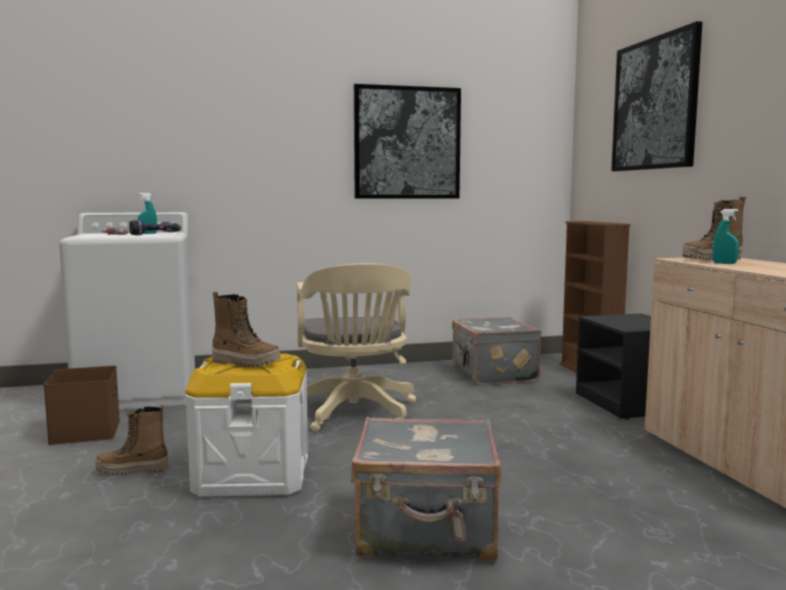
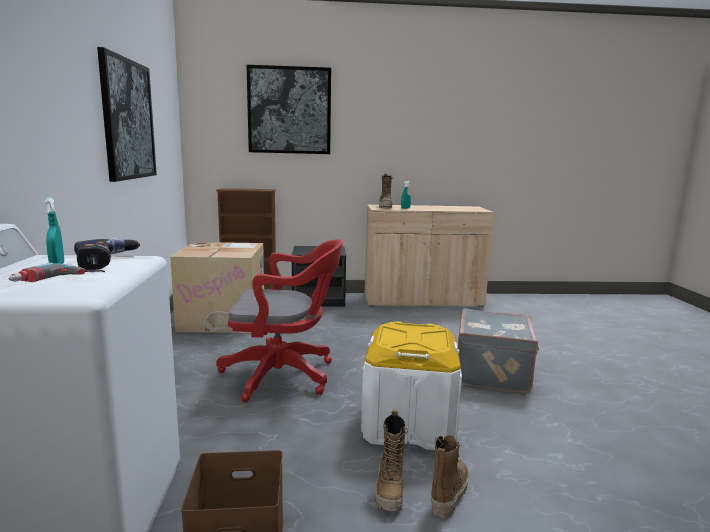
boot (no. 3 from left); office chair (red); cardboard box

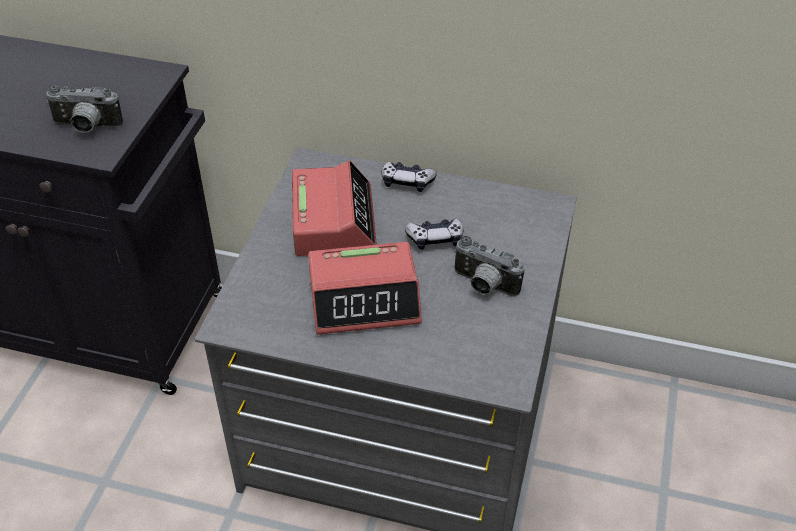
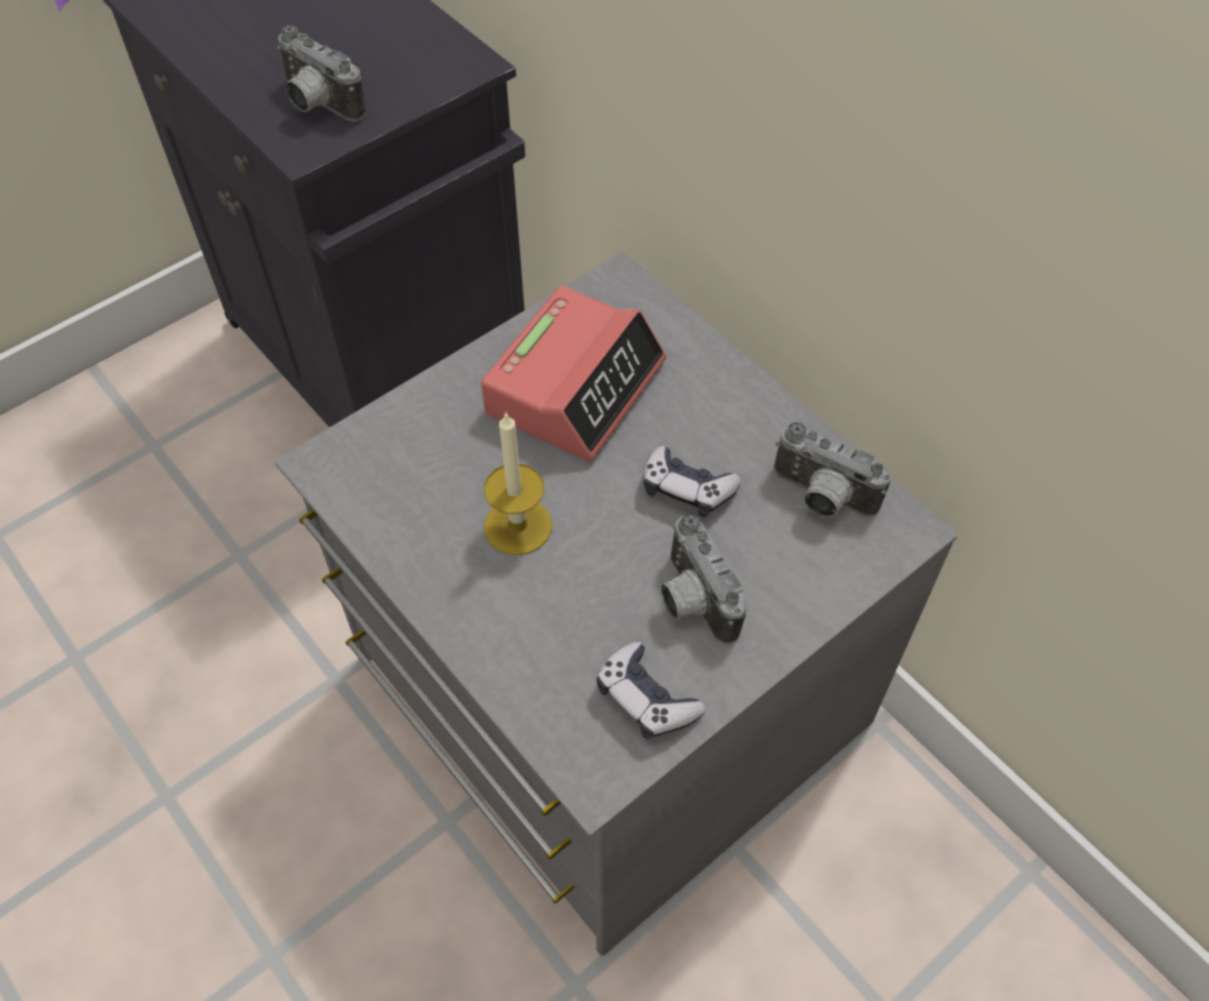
candle; game controller (no. 1 from left); photo camera (no. 3 from left)

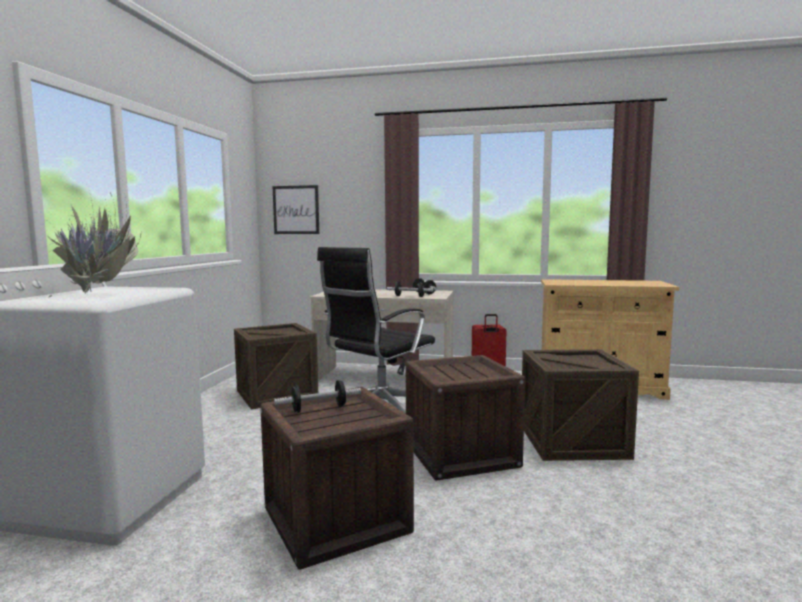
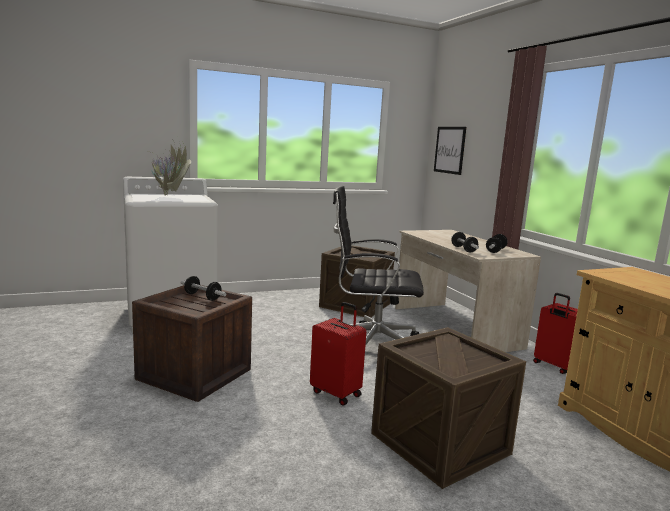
suitcase (red) (no. 1 from left)

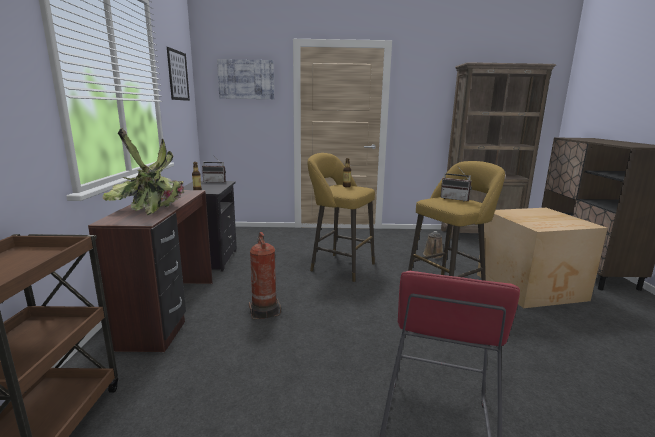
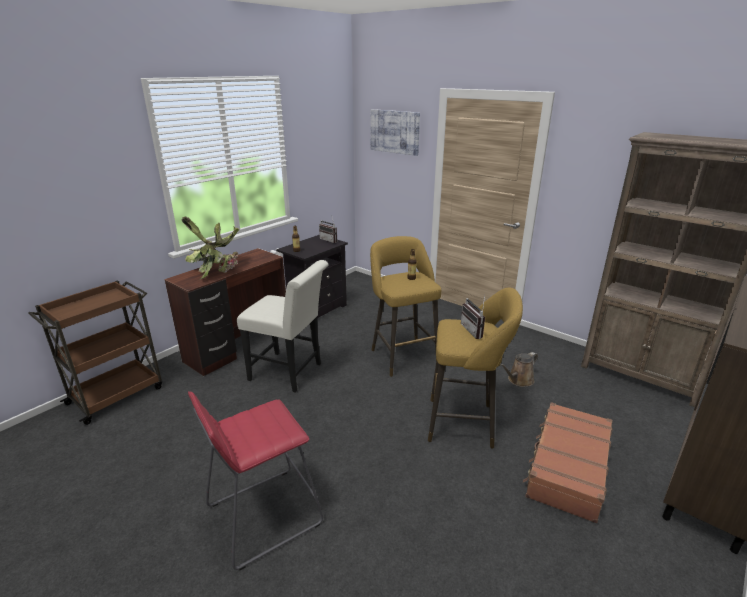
picture (no. 1 from left in the first image); chair (white); suitcase (brown)

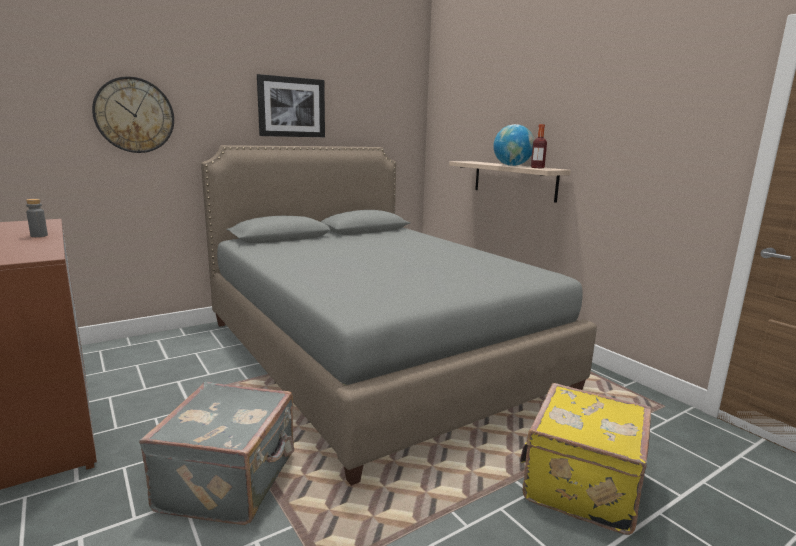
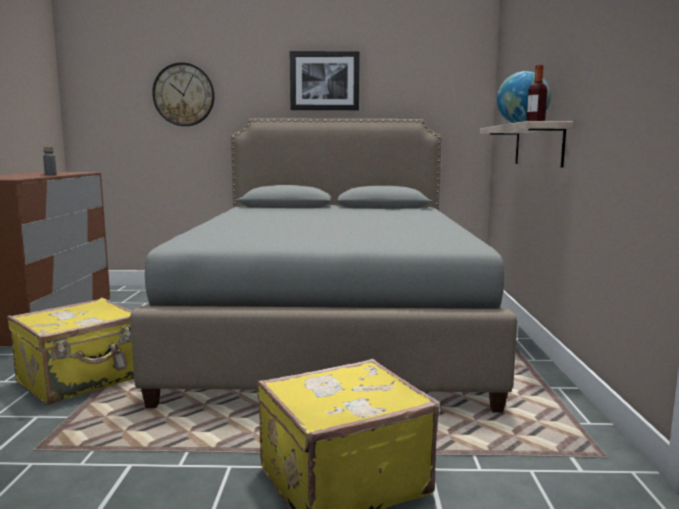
suitcase (yellow) (no. 1 from left)

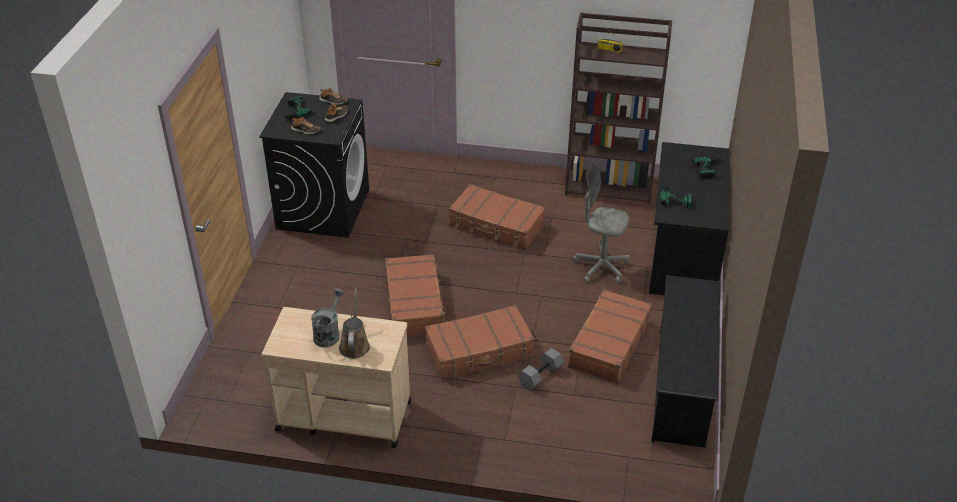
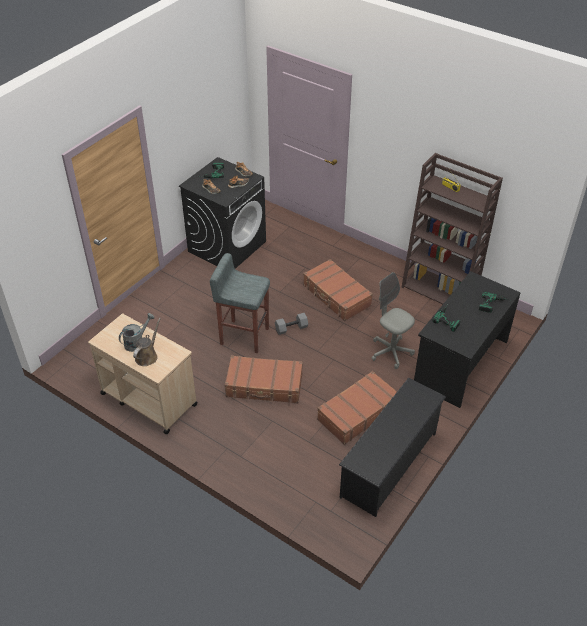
stool (grey); dumbbell (grey)

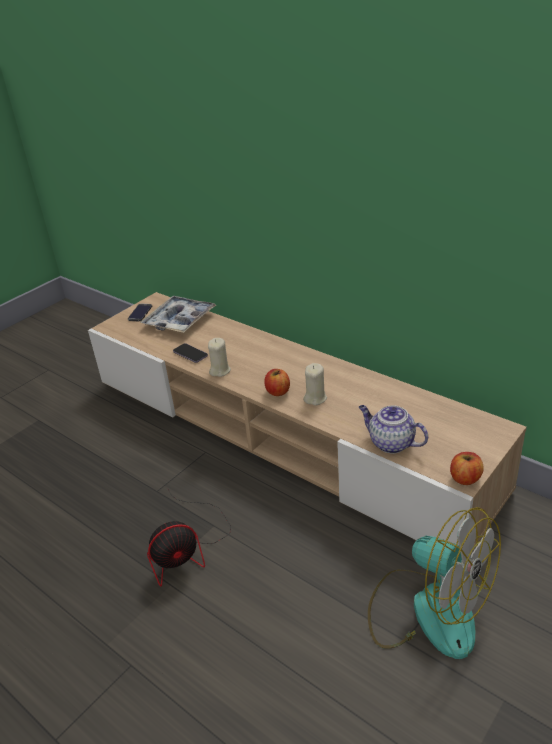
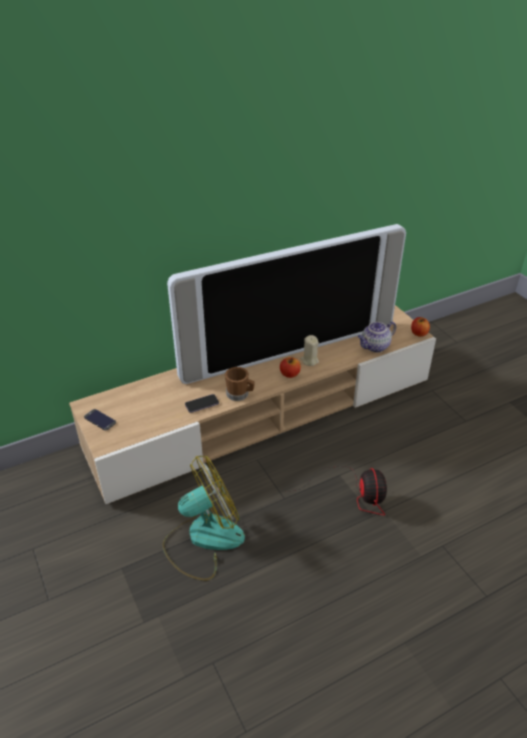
tray; mug (brown); fan (no. 1 from left); television

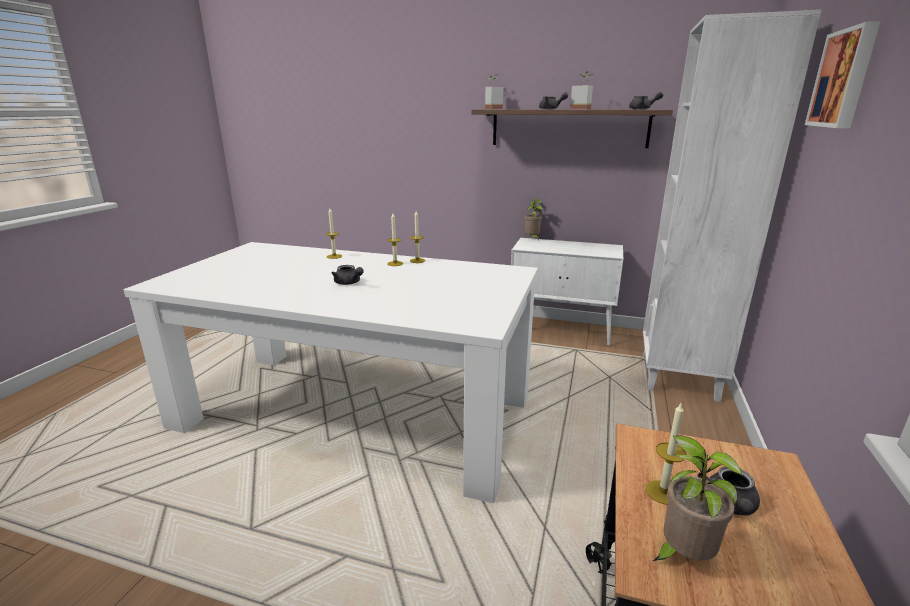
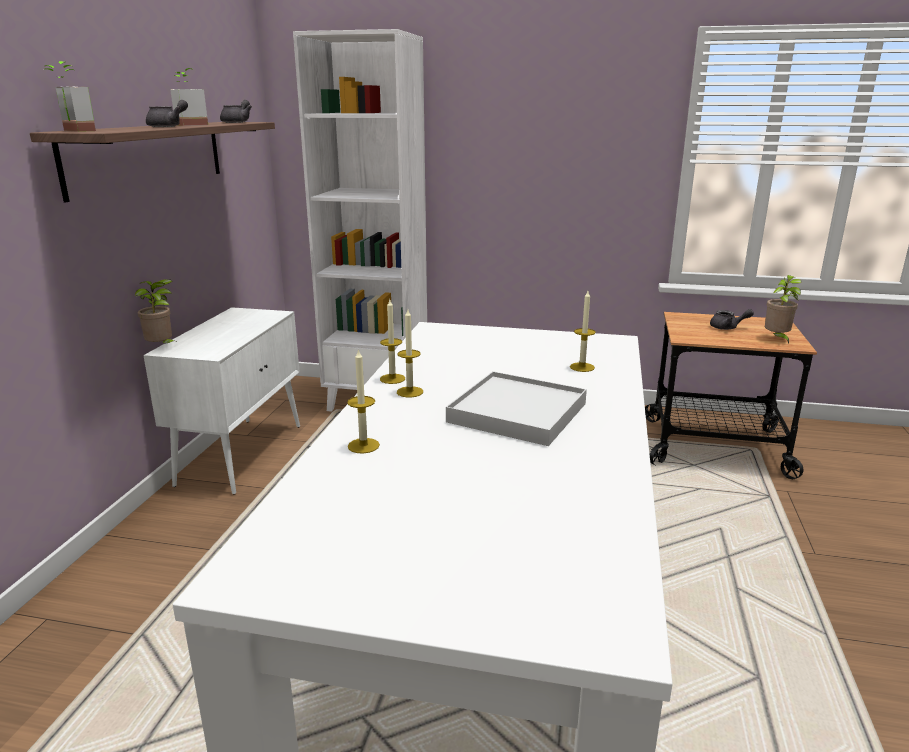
tray (white); candle (no. 4 from left); picture

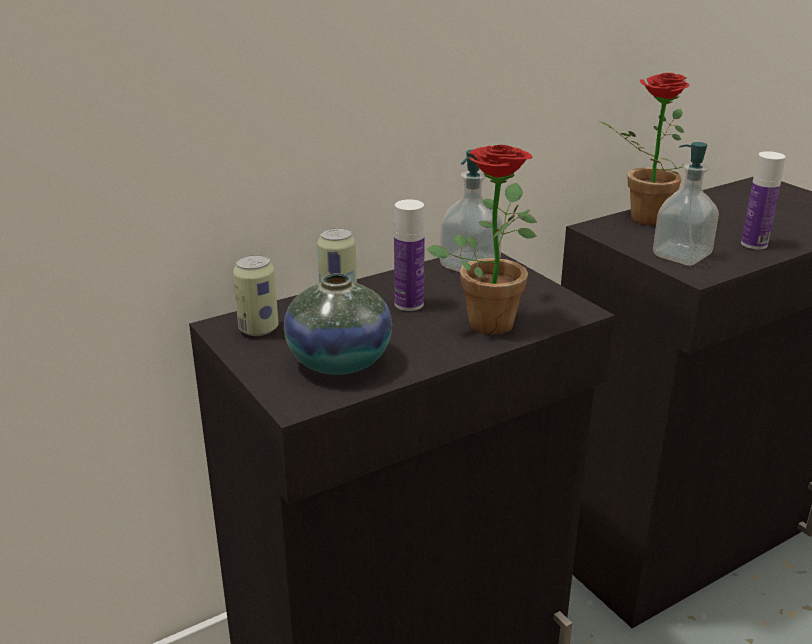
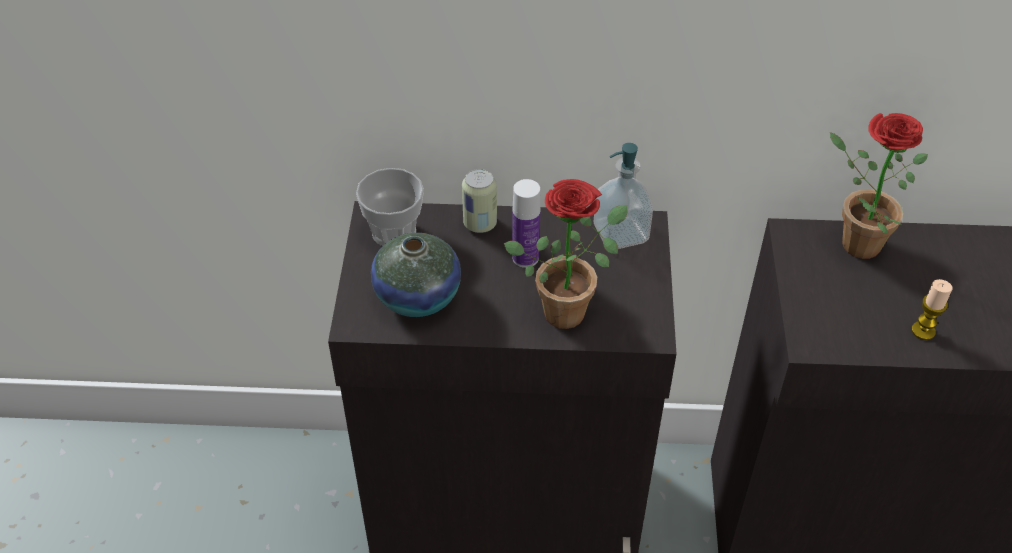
cup; soap dispenser (no. 2 from left in the first image); candle

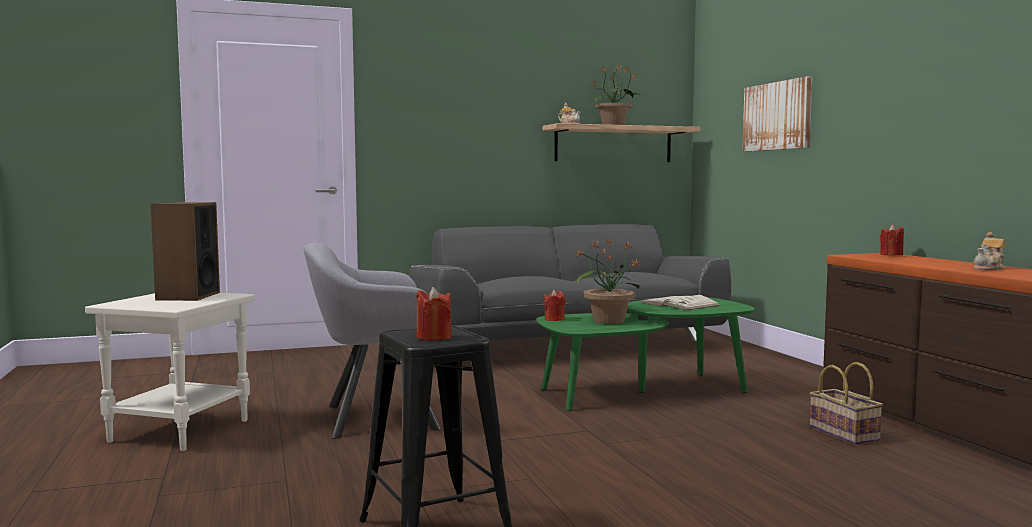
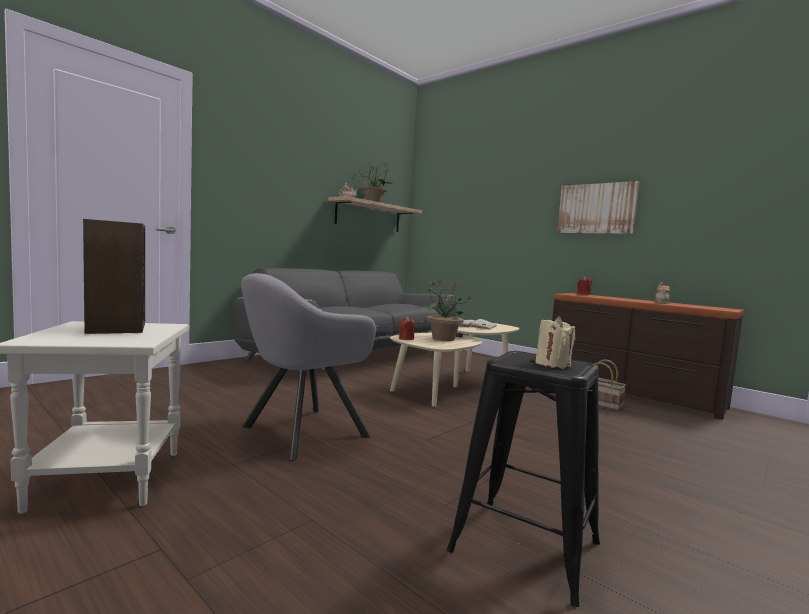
candle (beige); coffee table (beige); picture

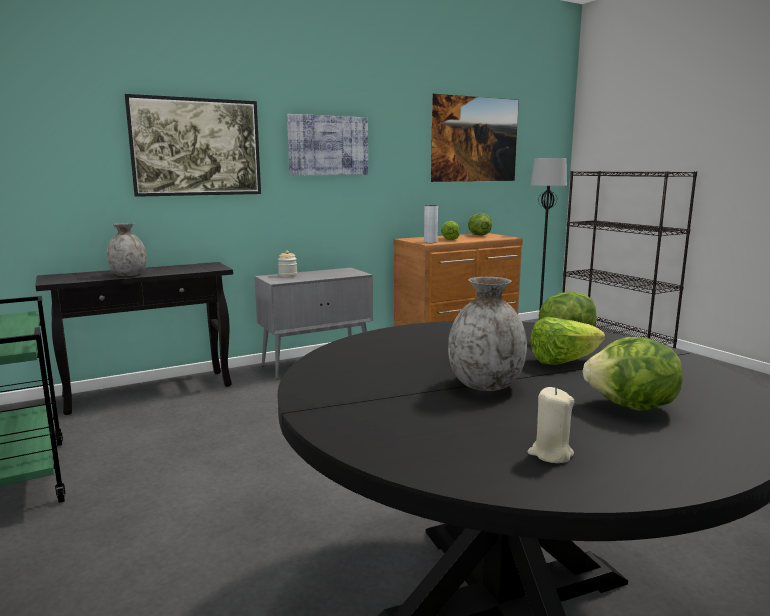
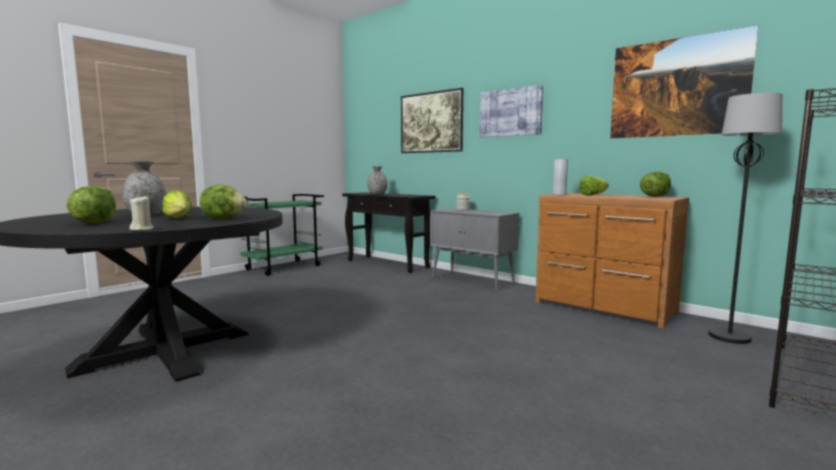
candle (beige)

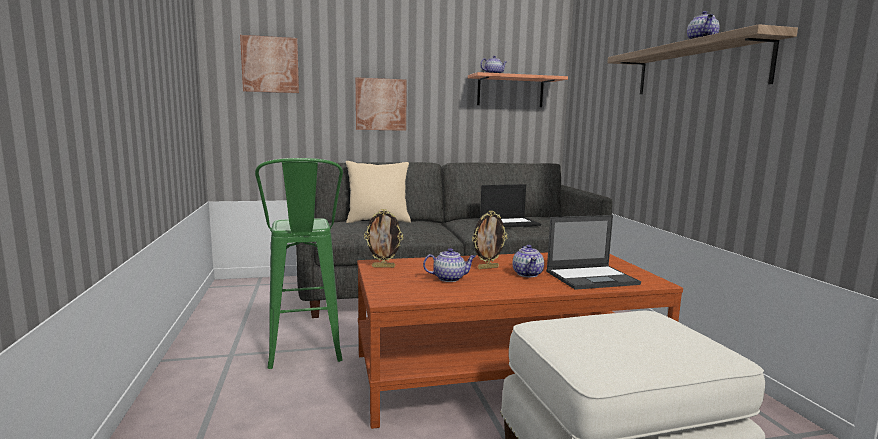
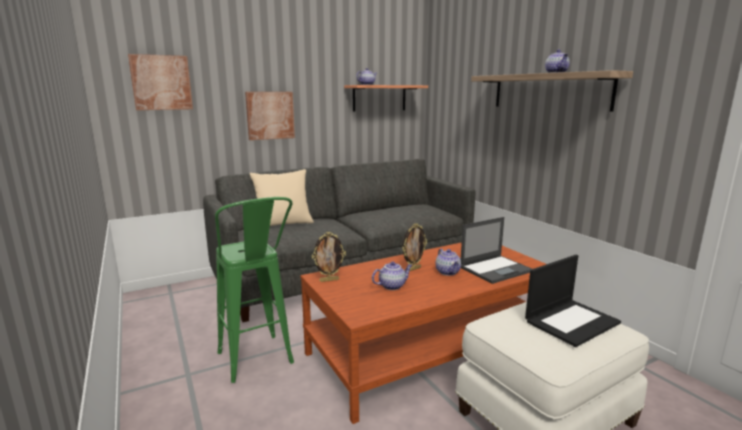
laptop (no. 2 from left)

